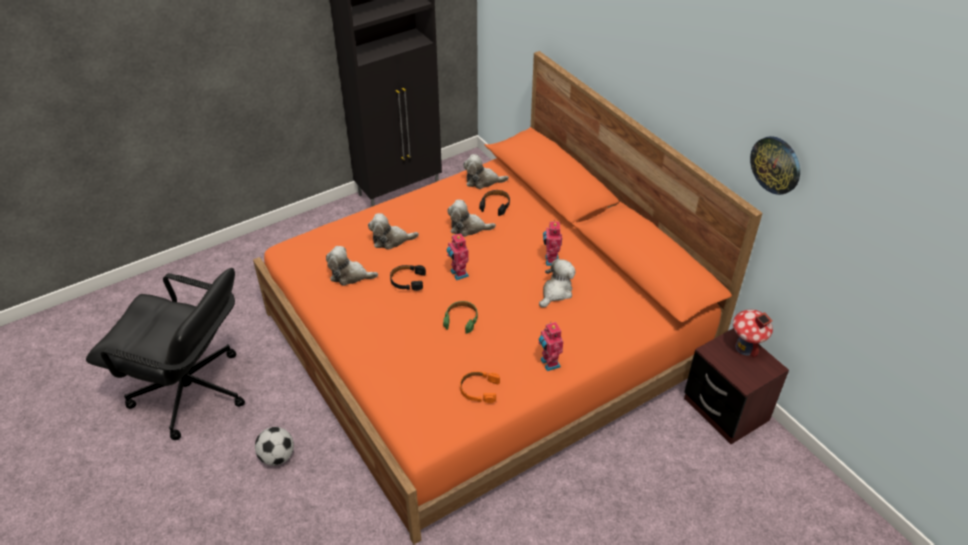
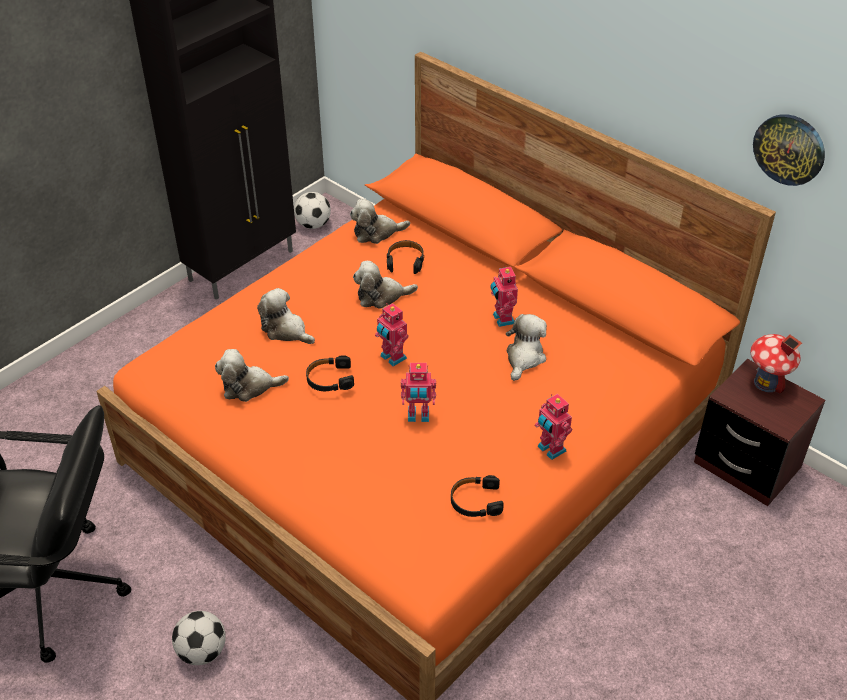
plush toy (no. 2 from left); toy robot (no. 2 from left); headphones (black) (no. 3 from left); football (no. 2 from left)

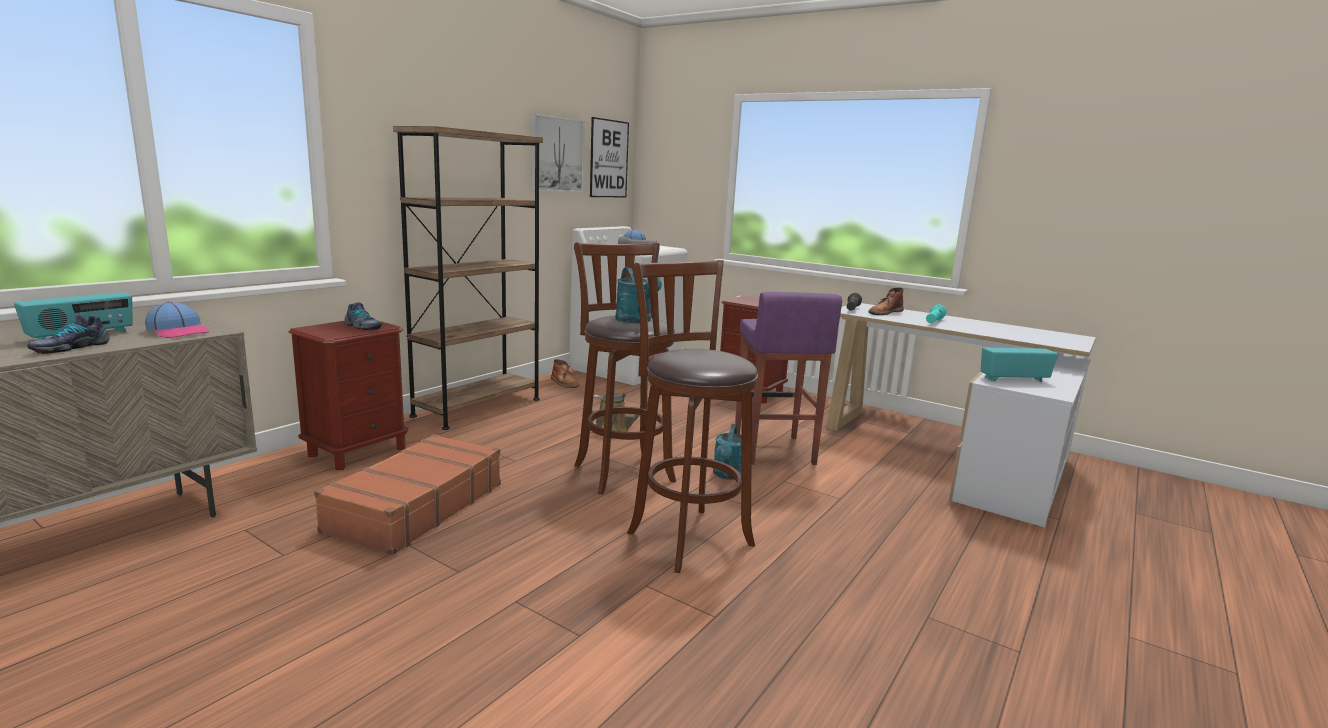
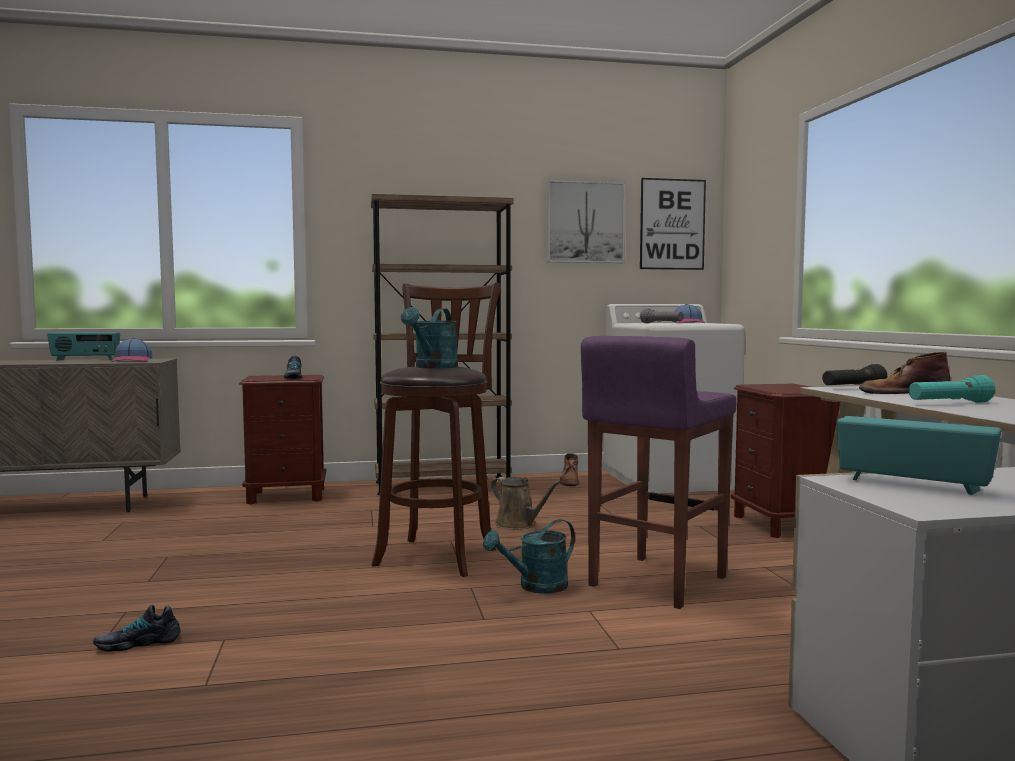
shoe (no. 1 from left); suitcase (brown); stool (brown) (no. 2 from left in the first image)

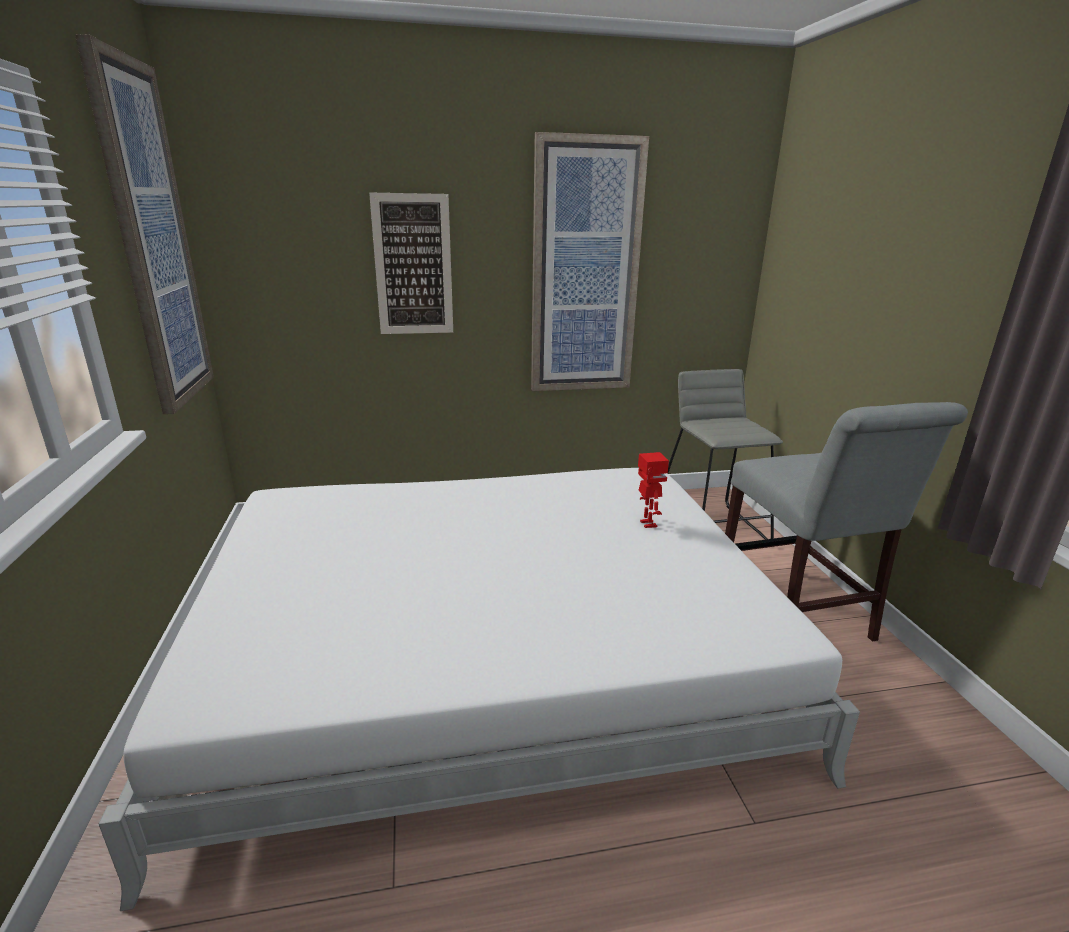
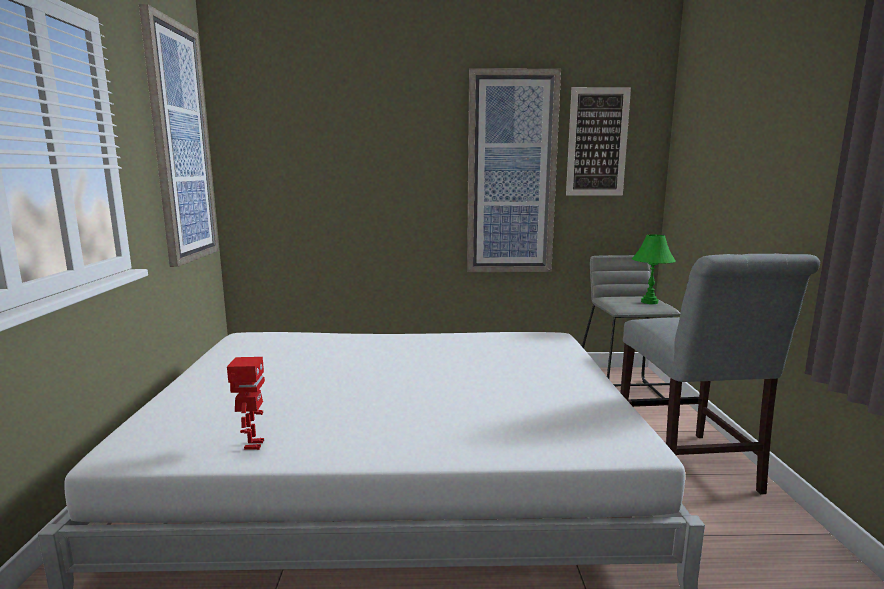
picture (no. 3 from left); toy robot; table lamp (green)

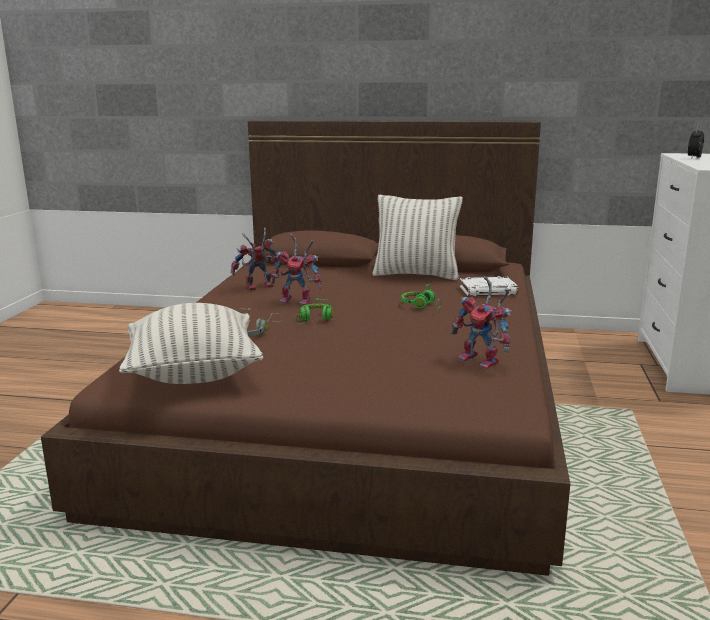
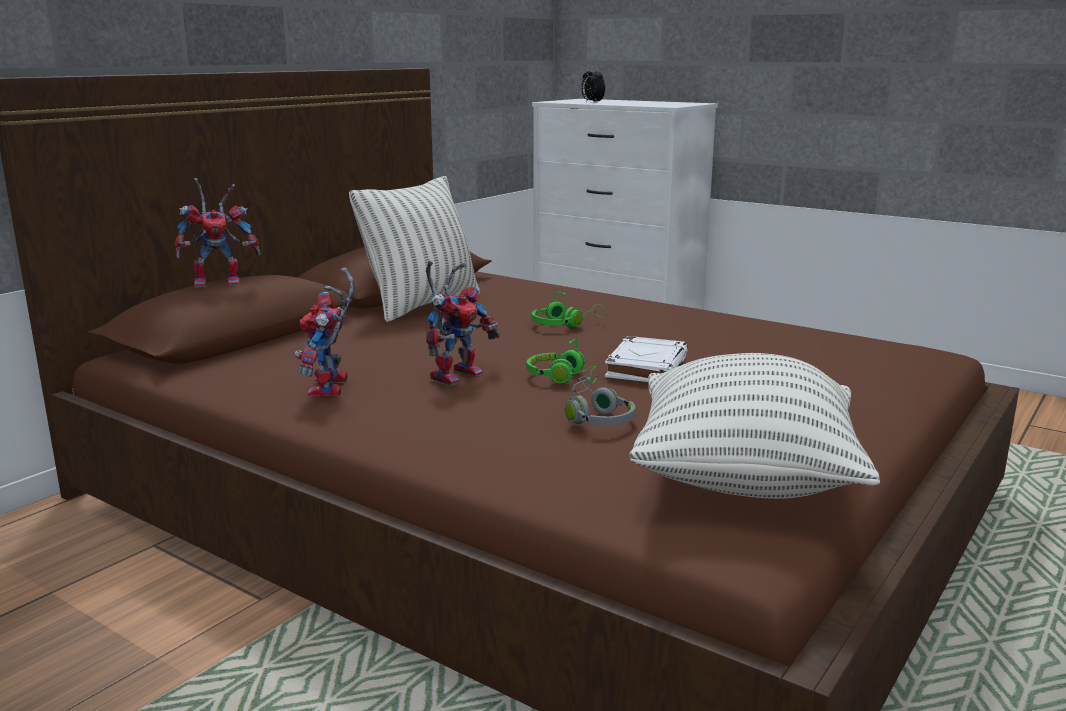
toy robot (no. 1 from left); book (white)

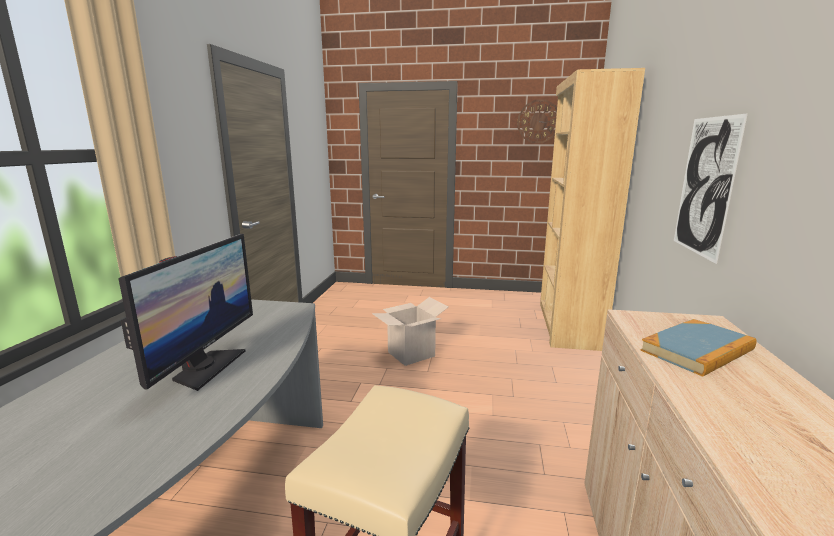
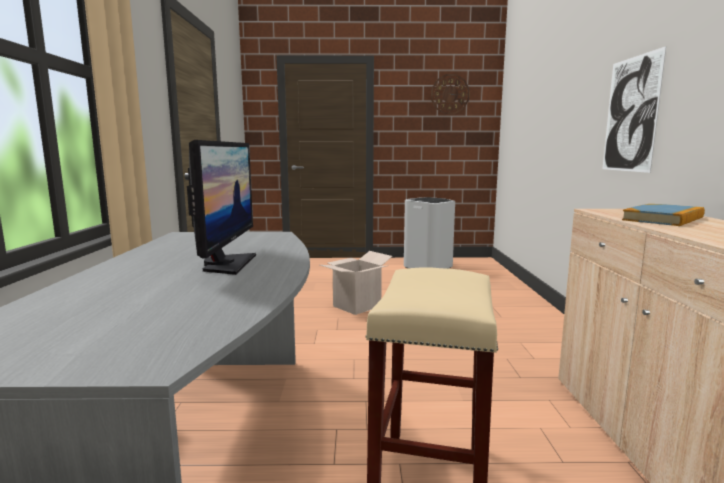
bookcase (brown); trash can (white)

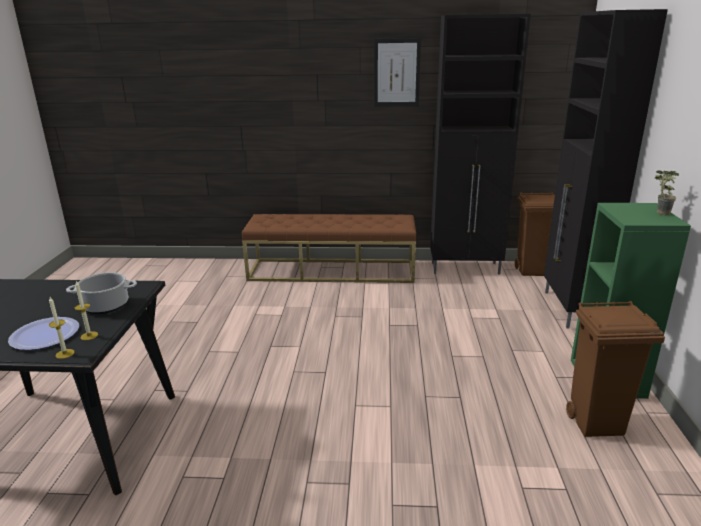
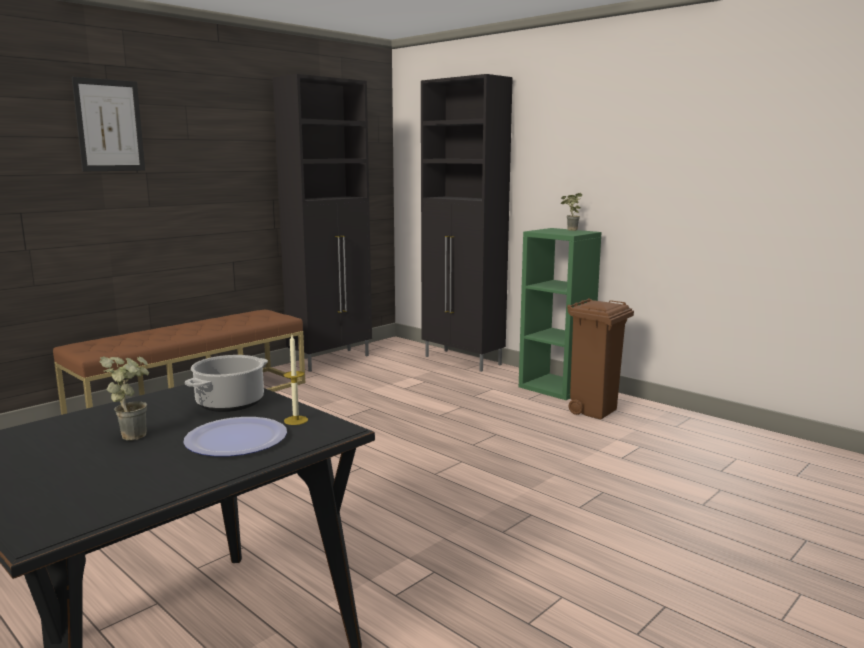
candle (no. 1 from left in the first image); picture; trash can (brown) (no. 1 from left in the first image); potted plant (no. 1 from left)

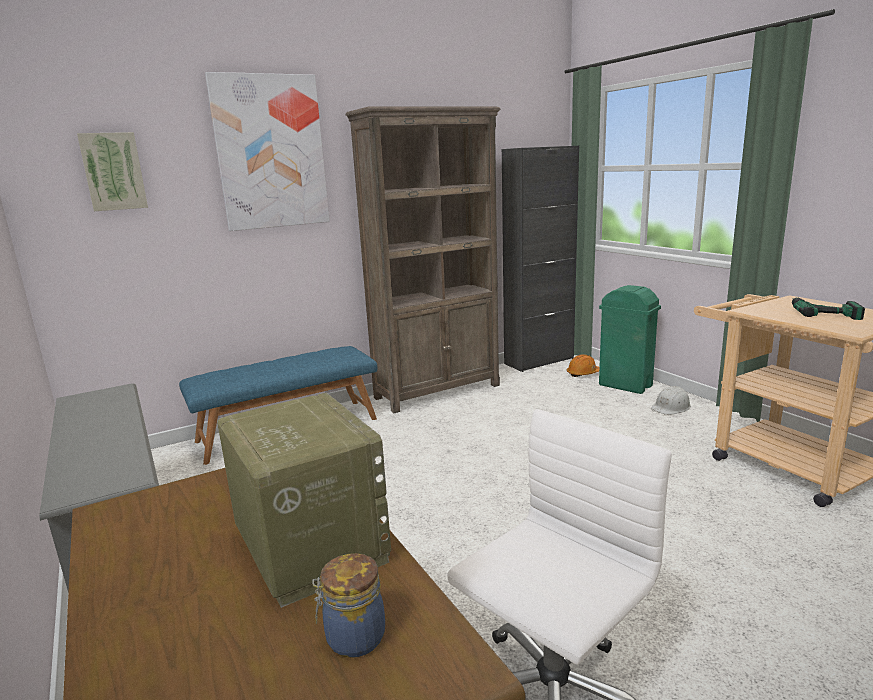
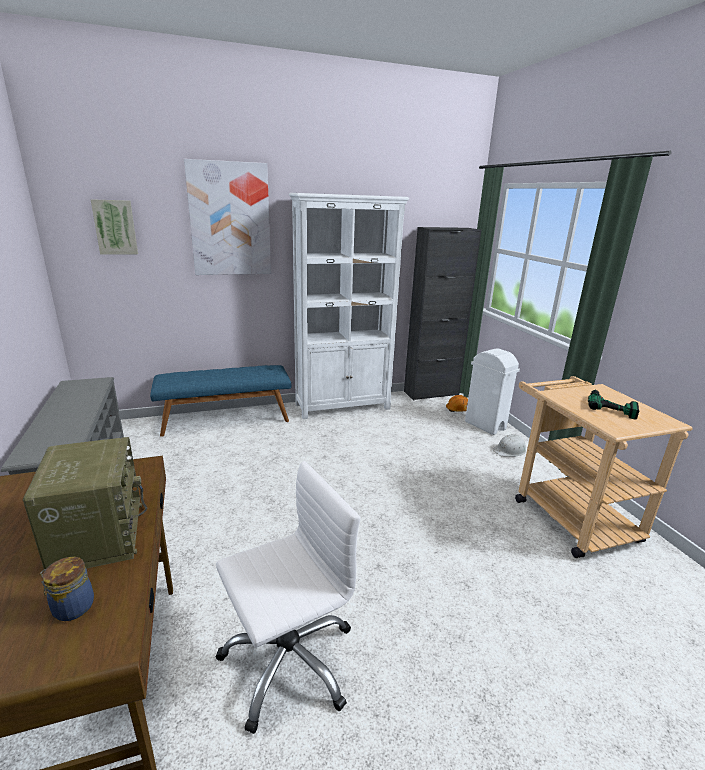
bookcase (white); trash can (white)

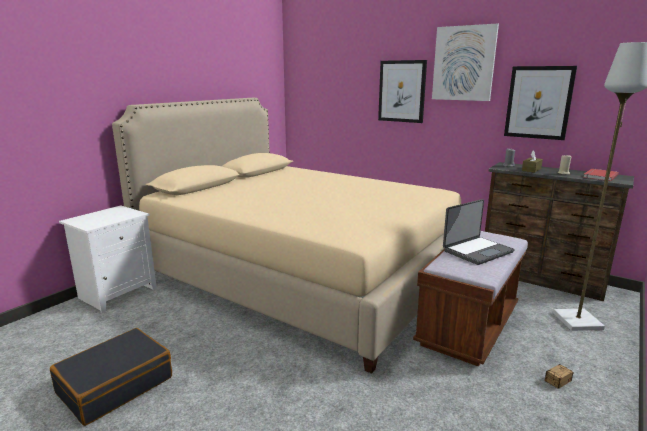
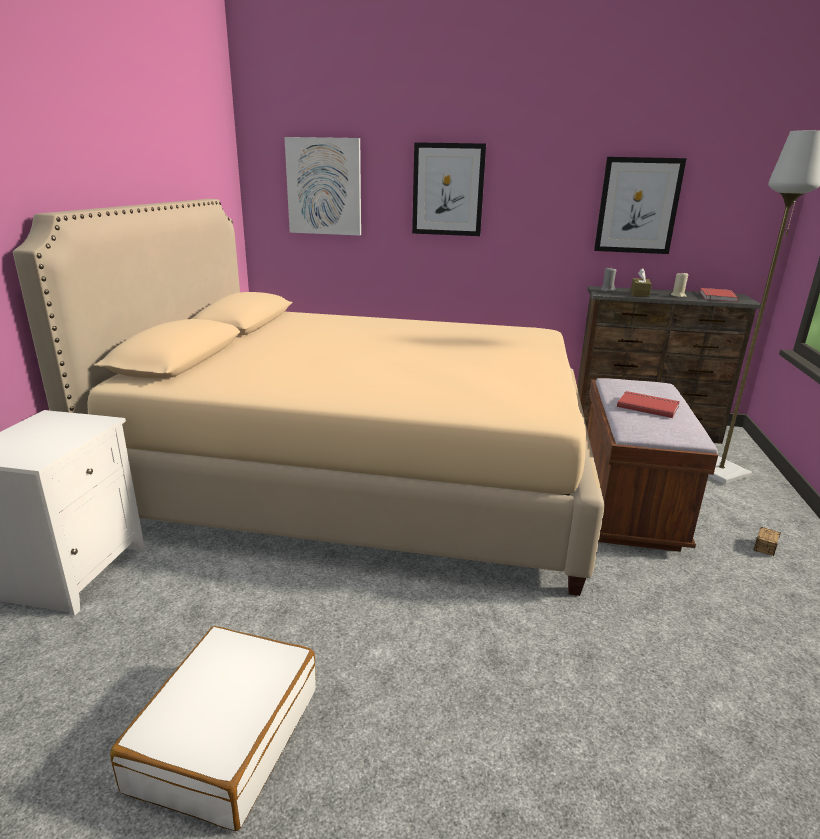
suitcase (white); picture (no. 1 from left); book (red) (no. 1 from left)

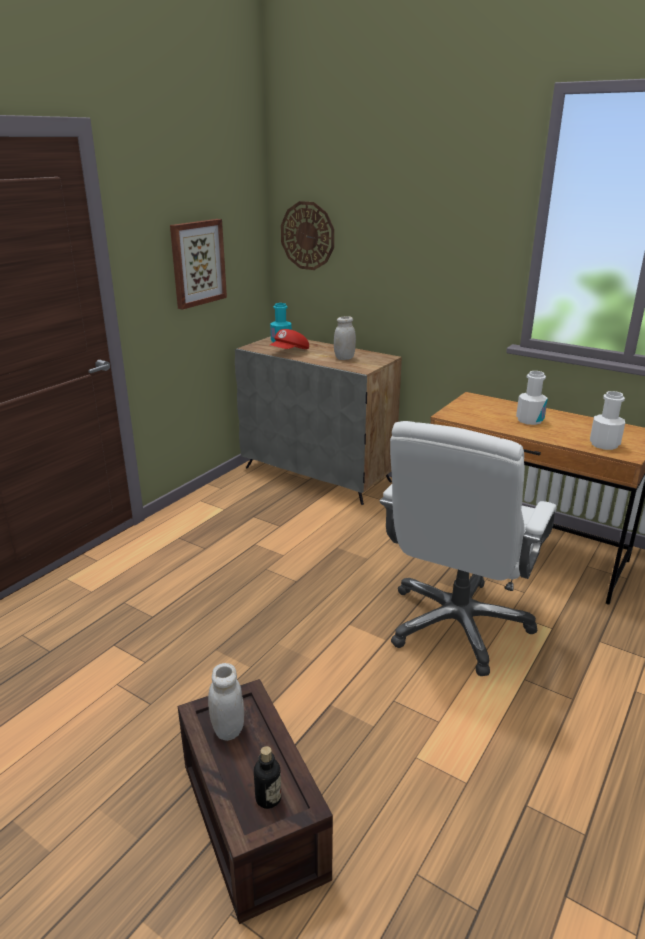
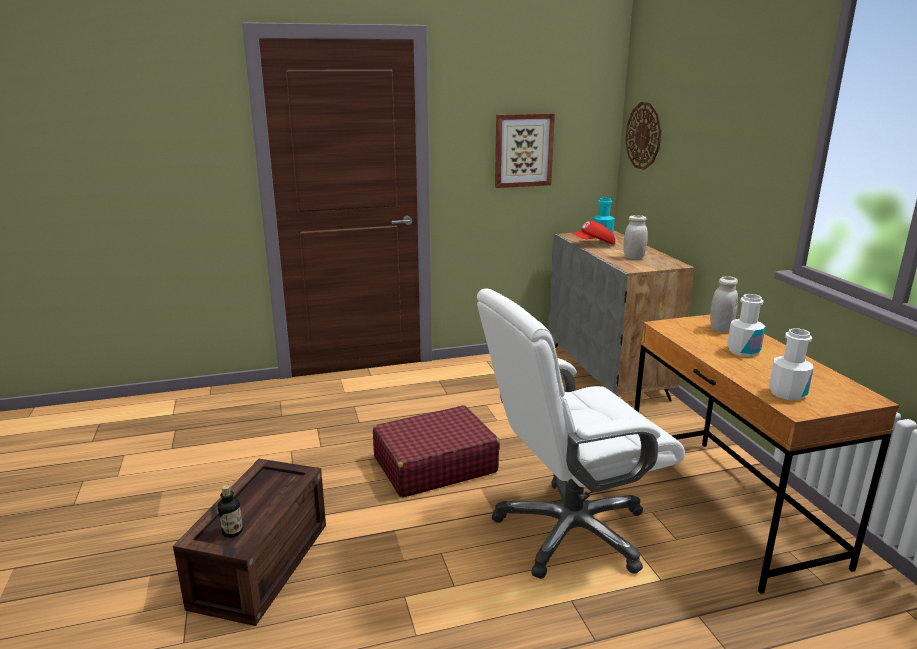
jar (white) (no. 2 from left); suitcase (red)

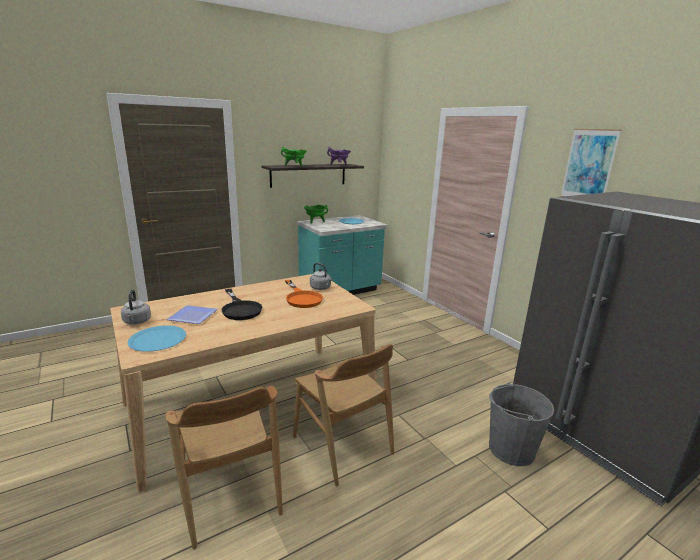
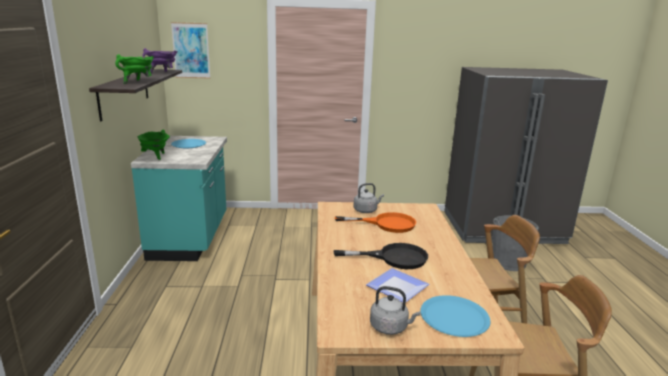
picture

